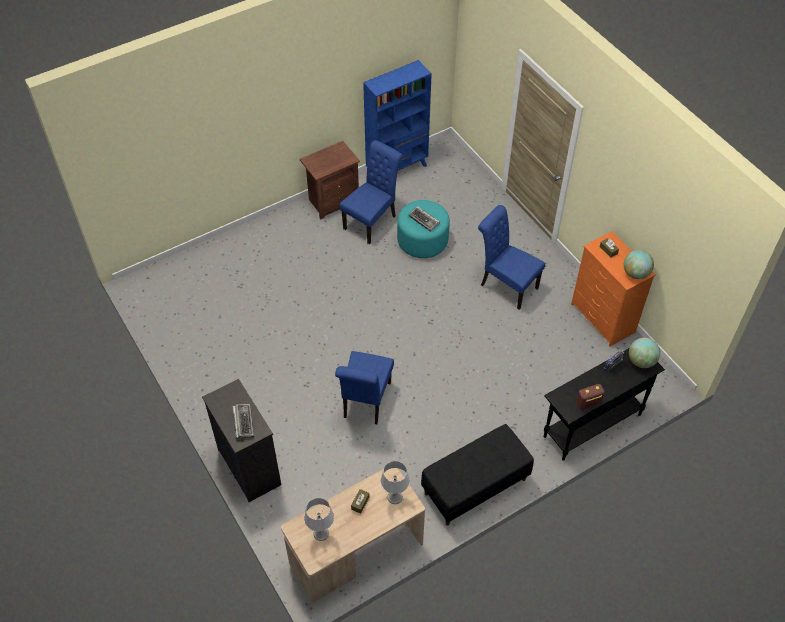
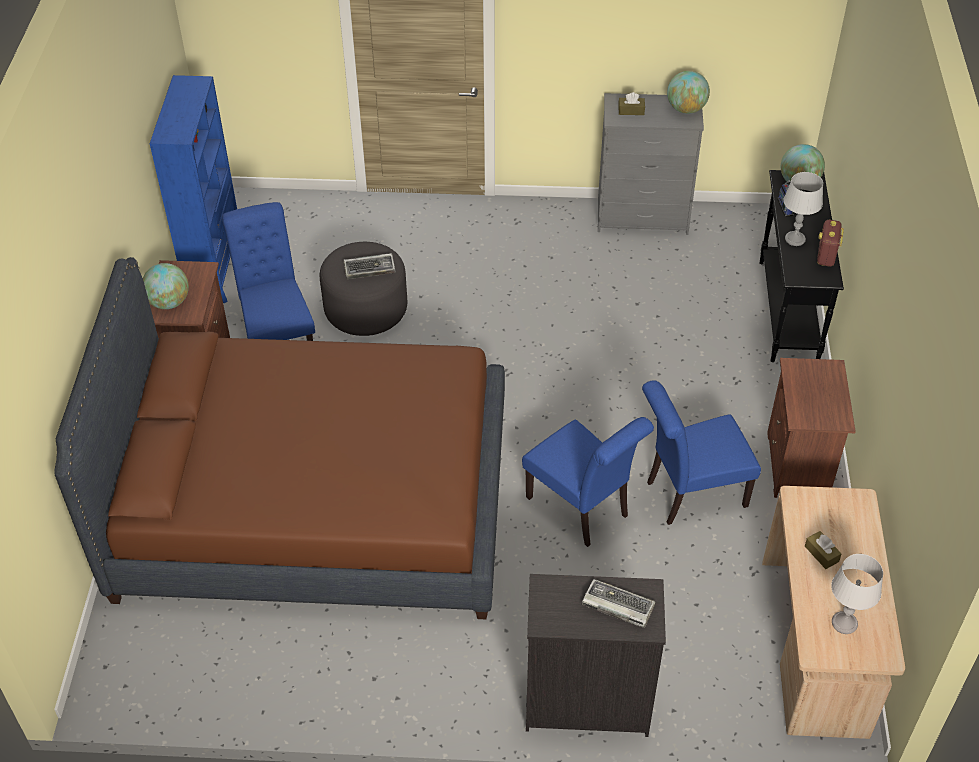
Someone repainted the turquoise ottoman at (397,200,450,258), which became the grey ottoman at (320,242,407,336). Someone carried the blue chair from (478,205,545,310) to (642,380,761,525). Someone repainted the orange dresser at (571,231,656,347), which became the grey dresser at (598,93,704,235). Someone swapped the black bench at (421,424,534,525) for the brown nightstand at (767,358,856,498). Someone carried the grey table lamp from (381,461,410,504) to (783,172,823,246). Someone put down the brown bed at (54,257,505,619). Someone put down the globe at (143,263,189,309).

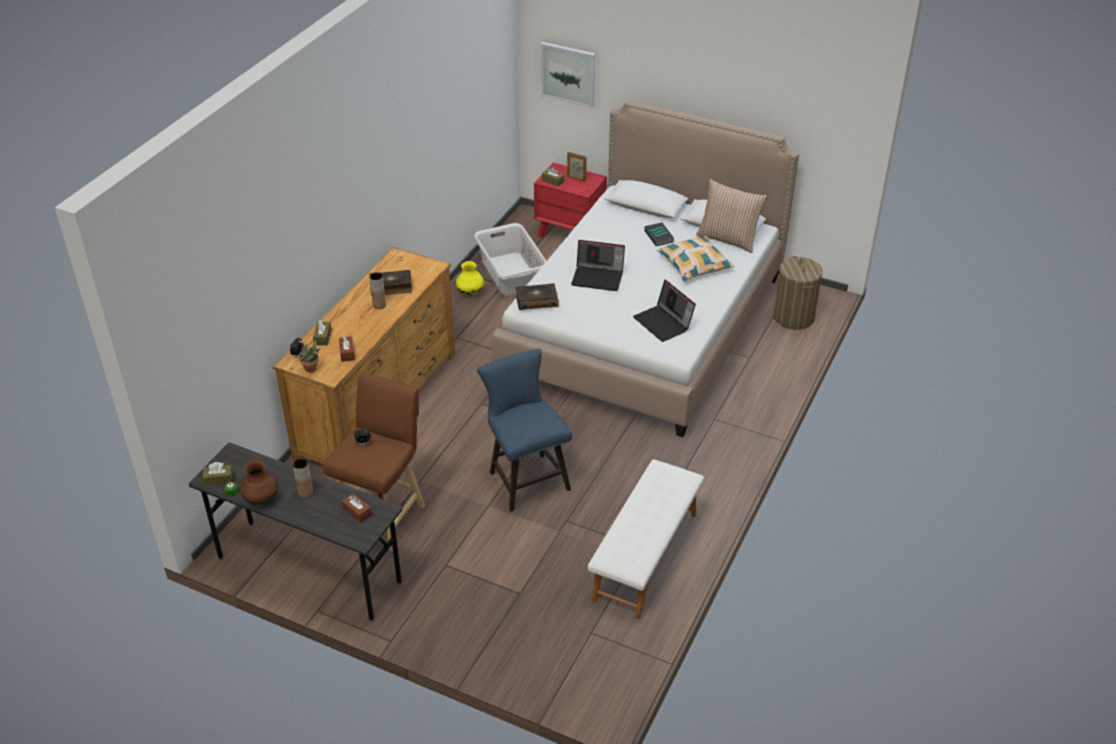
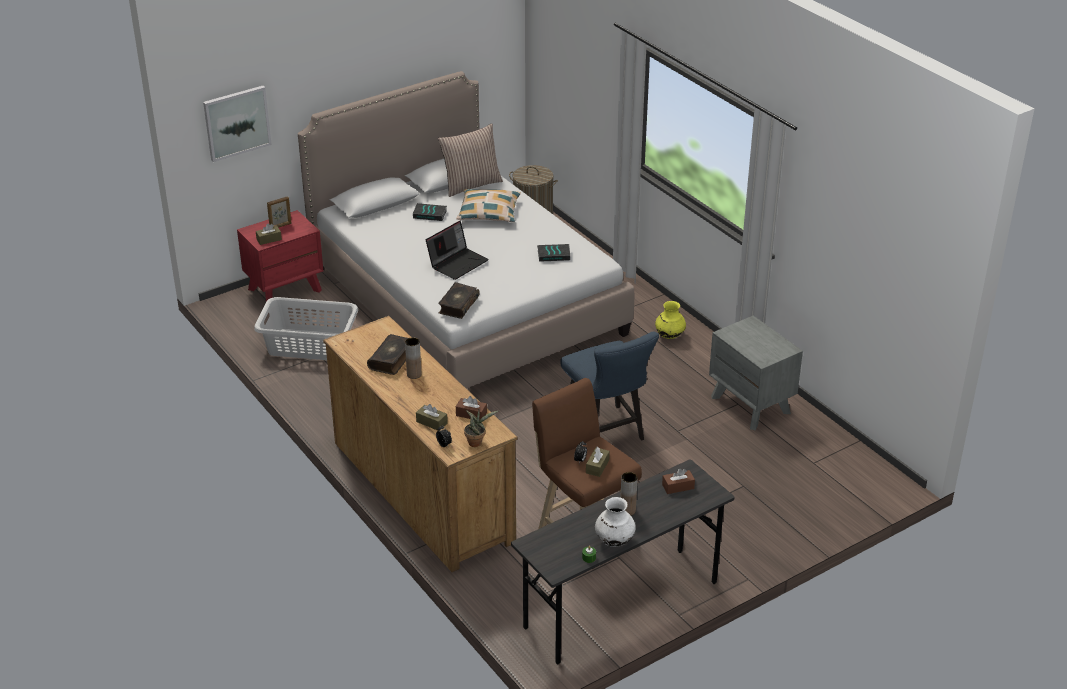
Someone carried the yellow vase from (456,261,484,295) to (655,301,686,339). Someone swapped the laptop at (633,280,696,342) for the book at (537,244,570,262). Someone rotated the blue chair at (477,349,572,512) by 120 degrees counterclockwise. Someone swapped the white bench at (588,459,704,619) for the grey nightstand at (709,316,803,431). Someone repainted the brown vase at (240,460,278,505), which became the white vase at (595,497,636,547). Someone carried the brown tissue box from (203,462,233,486) to (586,447,610,477).

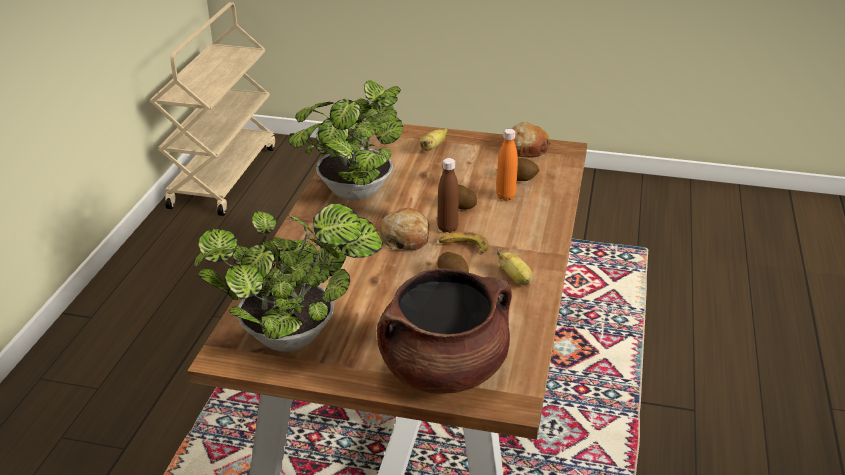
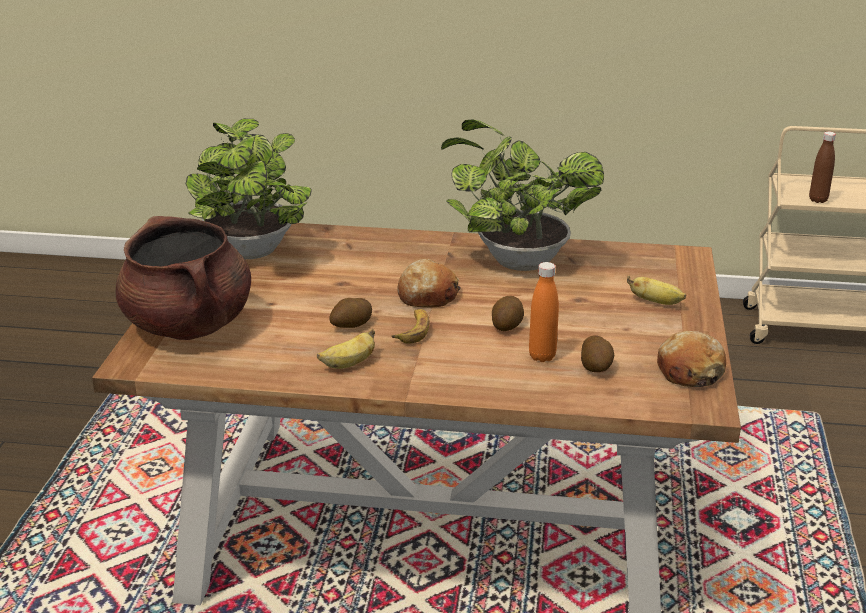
Someone carried the brown bottle from (437,158,459,233) to (809,131,836,203).

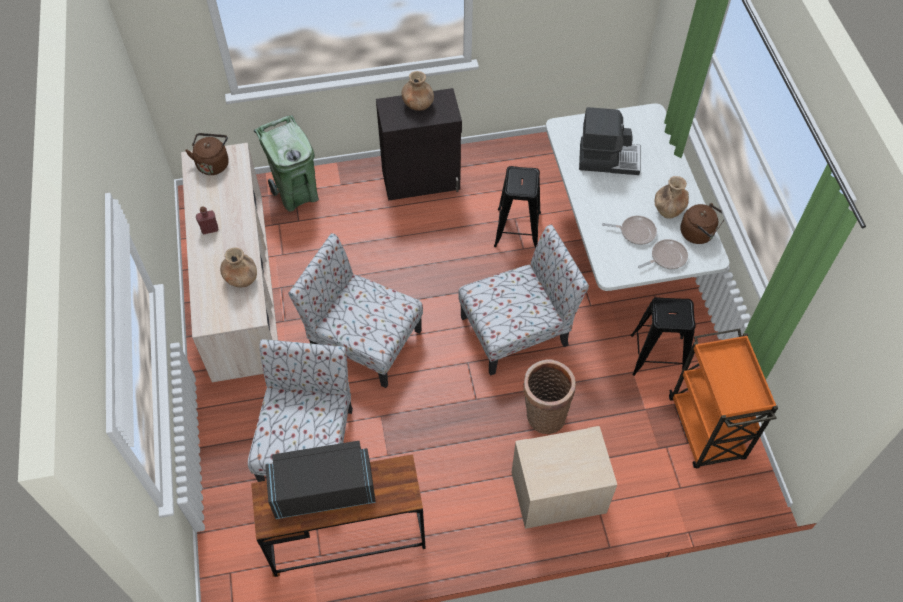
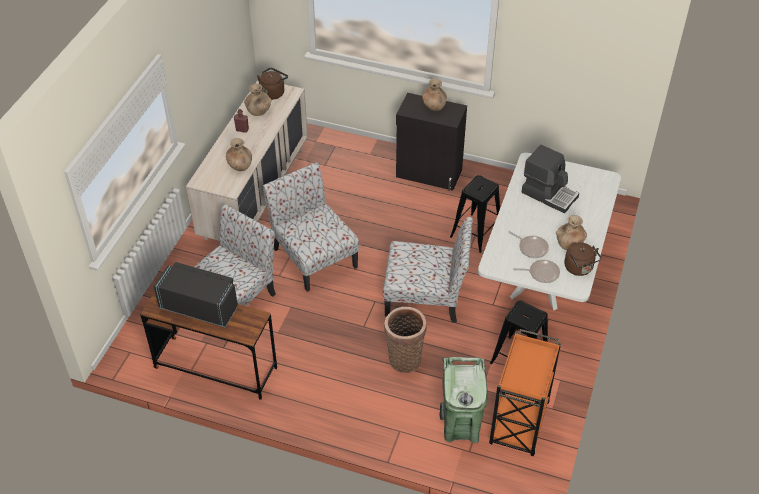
Someone carried the green trash can from (254,115,319,212) to (439,357,487,443). Someone took away the beige nightstand at (511,426,617,529). Someone put down the brown vase at (244,84,272,116).

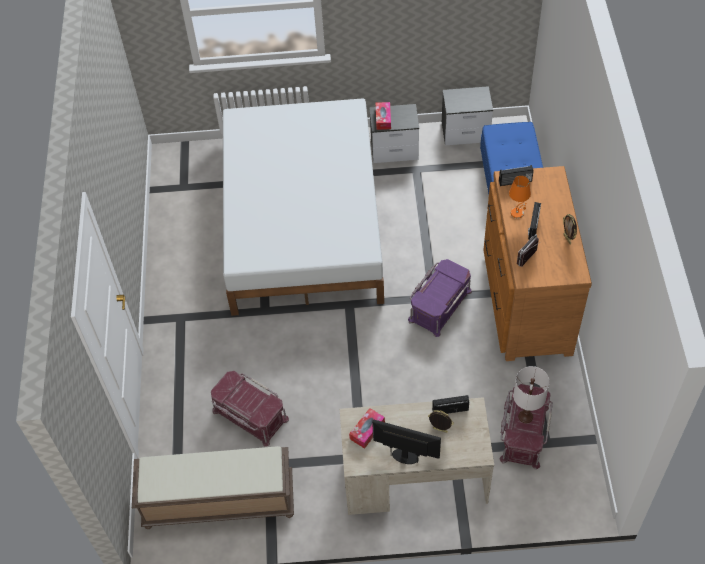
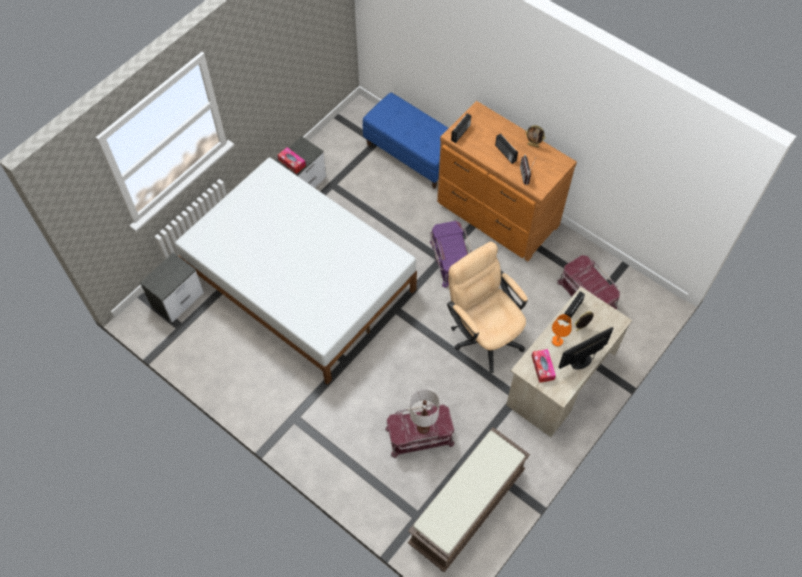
Someone carried the nightstand from (442,86,493,145) to (140,253,204,322). Someone carried the orange table lamp from (509,176,531,219) to (552,314,572,347). Someone carried the white table lamp from (513,366,550,423) to (410,389,440,434). Someone put down the beige office chair at (447,241,528,373).

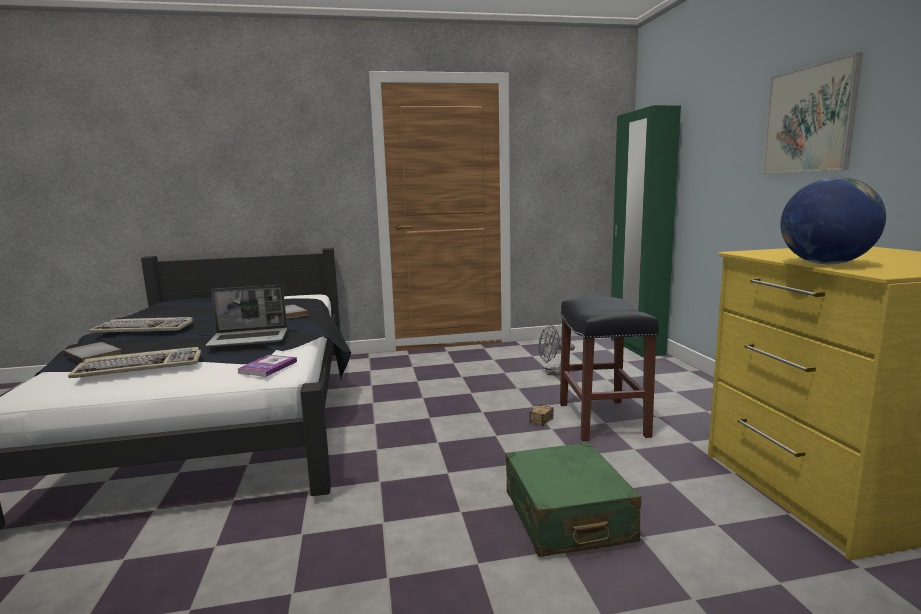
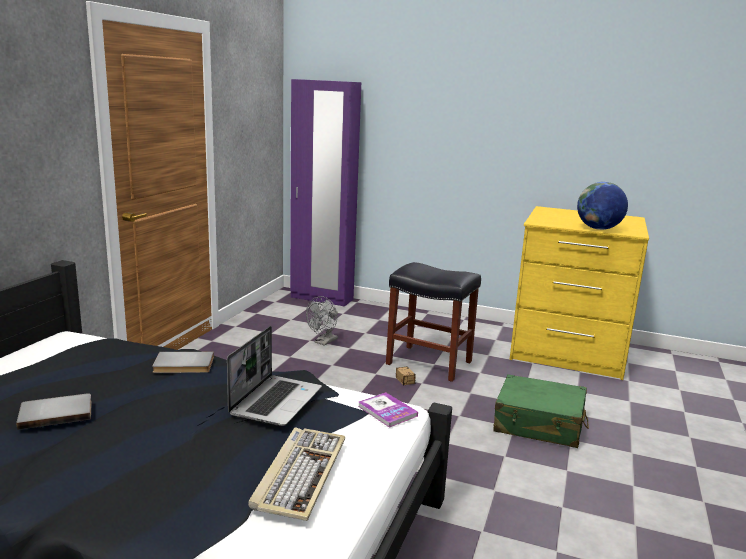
Someone took away the picture at (762,52,863,174). Someone repainted the green wardrobe at (611,105,681,357), which became the purple wardrobe at (290,79,361,307). Someone took away the keyboard at (88,317,193,333). Someone carried the grey book from (63,342,122,363) to (16,393,92,430).

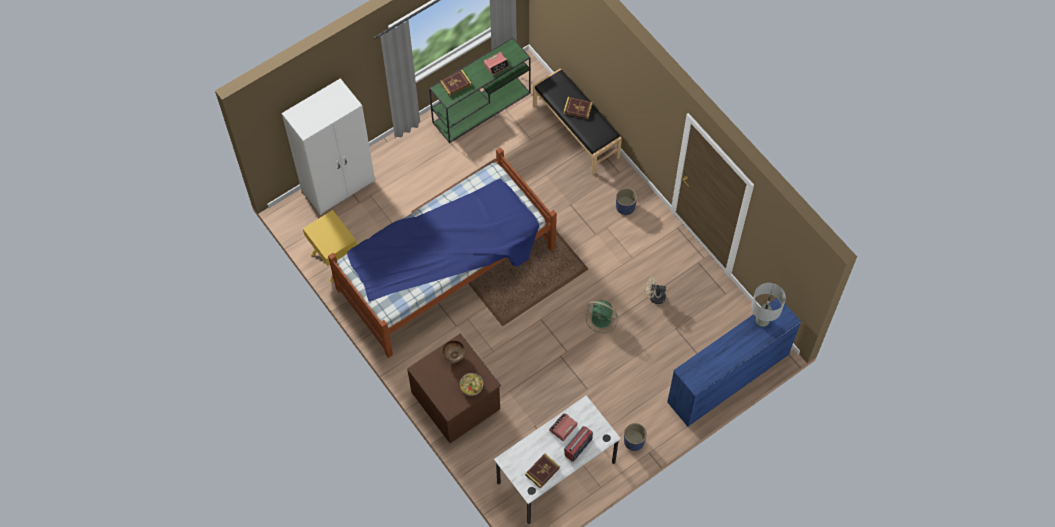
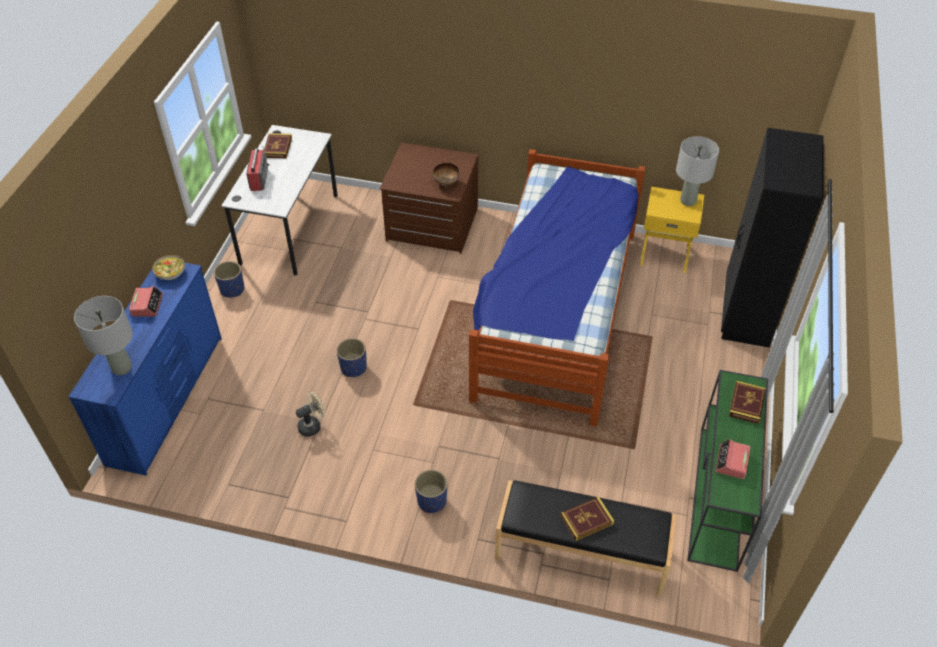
Someone repainted the white wardrobe at (282,78,375,215), which became the black wardrobe at (721,128,824,347). Someone swapped the green fan at (586,300,618,333) for the blue planter at (337,338,367,377). Someone carried the bowl from (460,373,483,395) to (152,255,185,280). Someone carried the alarm clock from (549,414,577,441) to (129,286,163,316). Someone put down the grey table lamp at (676,136,719,206).

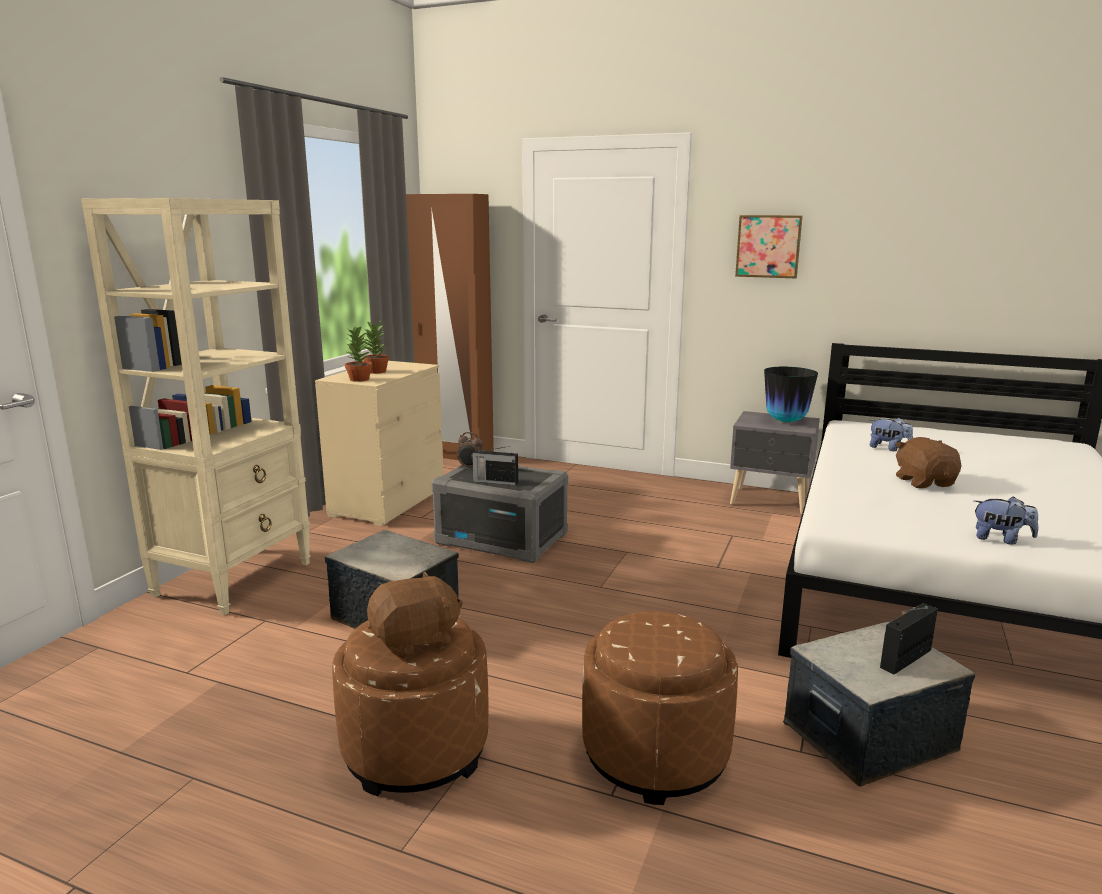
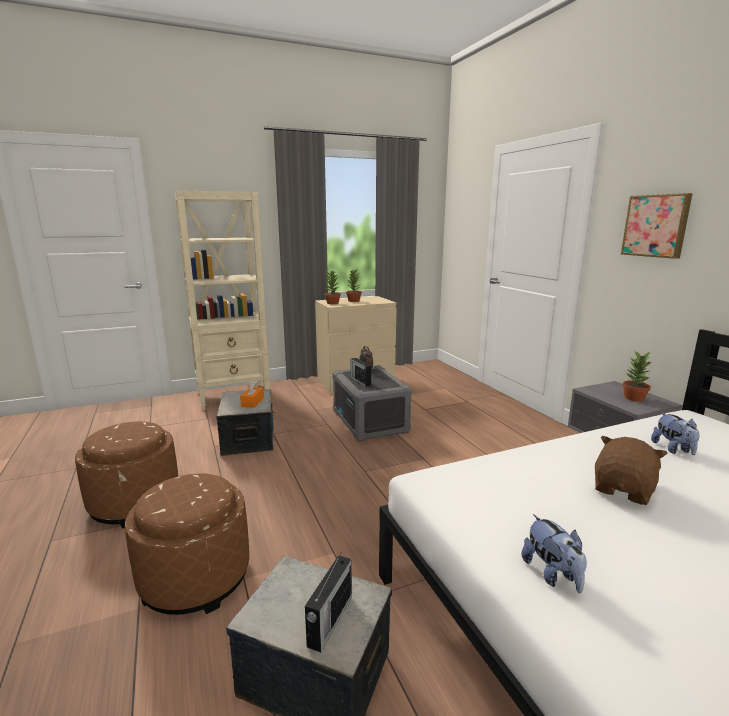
Someone took away the brown wardrobe at (406,194,494,460). Someone swapped the vase at (764,367,818,422) for the potted plant at (622,350,651,402). Someone took away the brown plush toy at (367,571,463,659). Someone rotated the radio at (880,603,938,675) by 105 degrees clockwise. Someone put down the orange tissue box at (240,381,264,408).

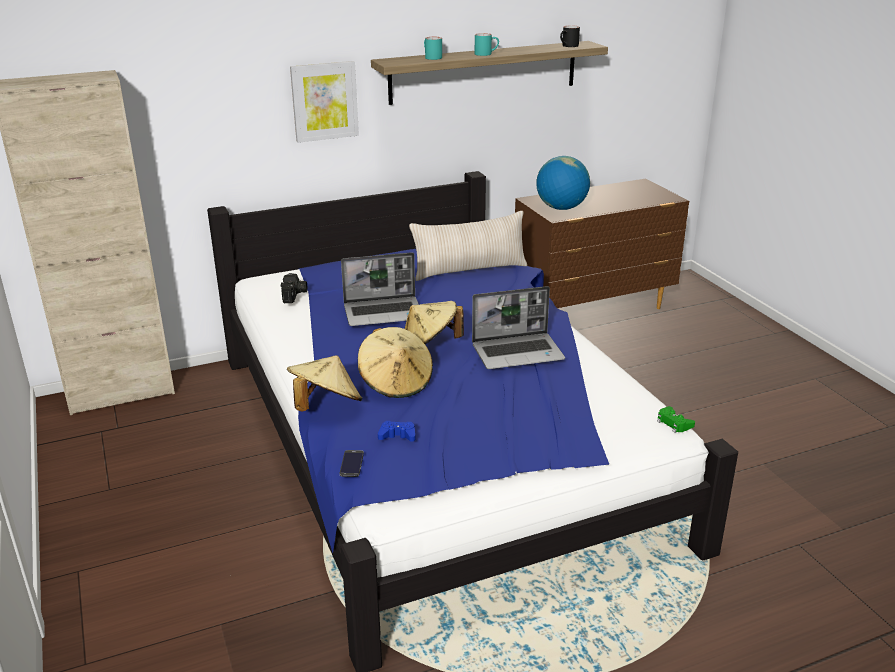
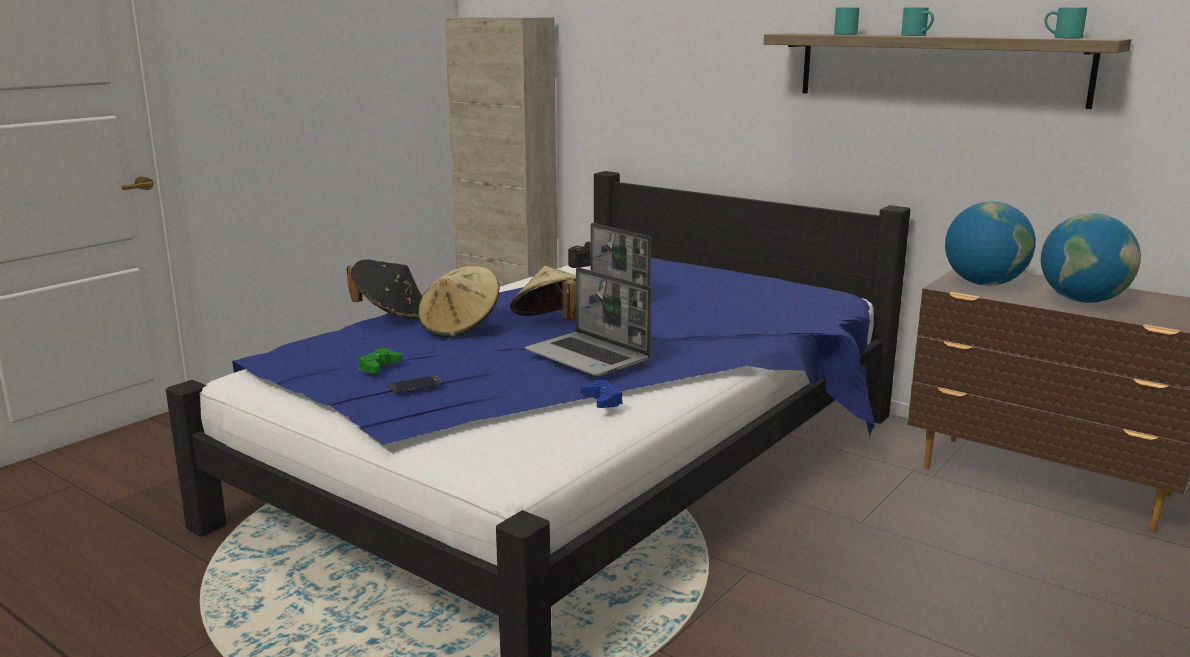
Someone repainted the black mug at (560,25,580,47), which became the turquoise mug at (1044,7,1087,38). Someone took away the picture at (290,61,359,143). Someone took away the beige pillow at (409,211,527,281). Someone repainted the beige hat at (287,355,362,411), which became the black hat at (347,259,422,320). Someone carried the green game controller from (657,406,695,433) to (358,348,402,373). Someone carried the blue game controller from (378,421,415,441) to (580,380,623,408). Someone carried the phone from (340,450,364,477) to (389,376,442,393). Someone put down the globe at (1041,213,1141,303).

